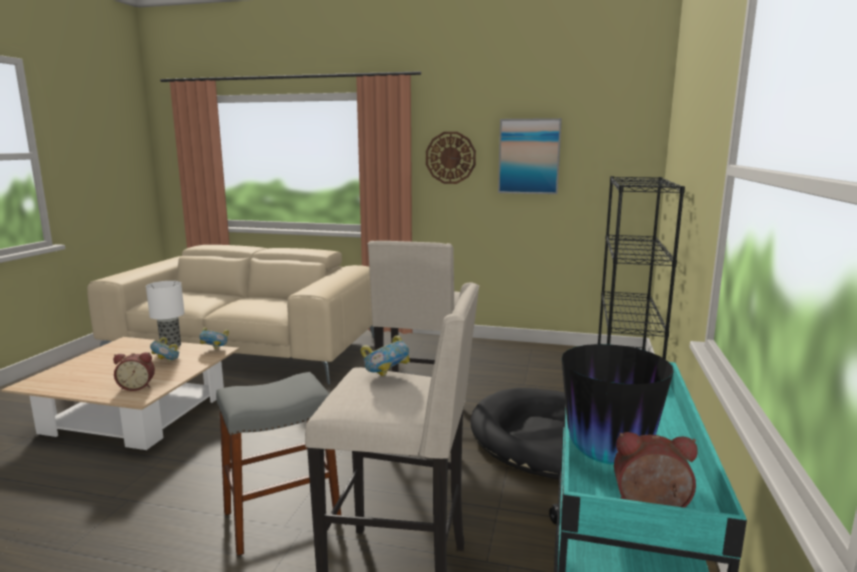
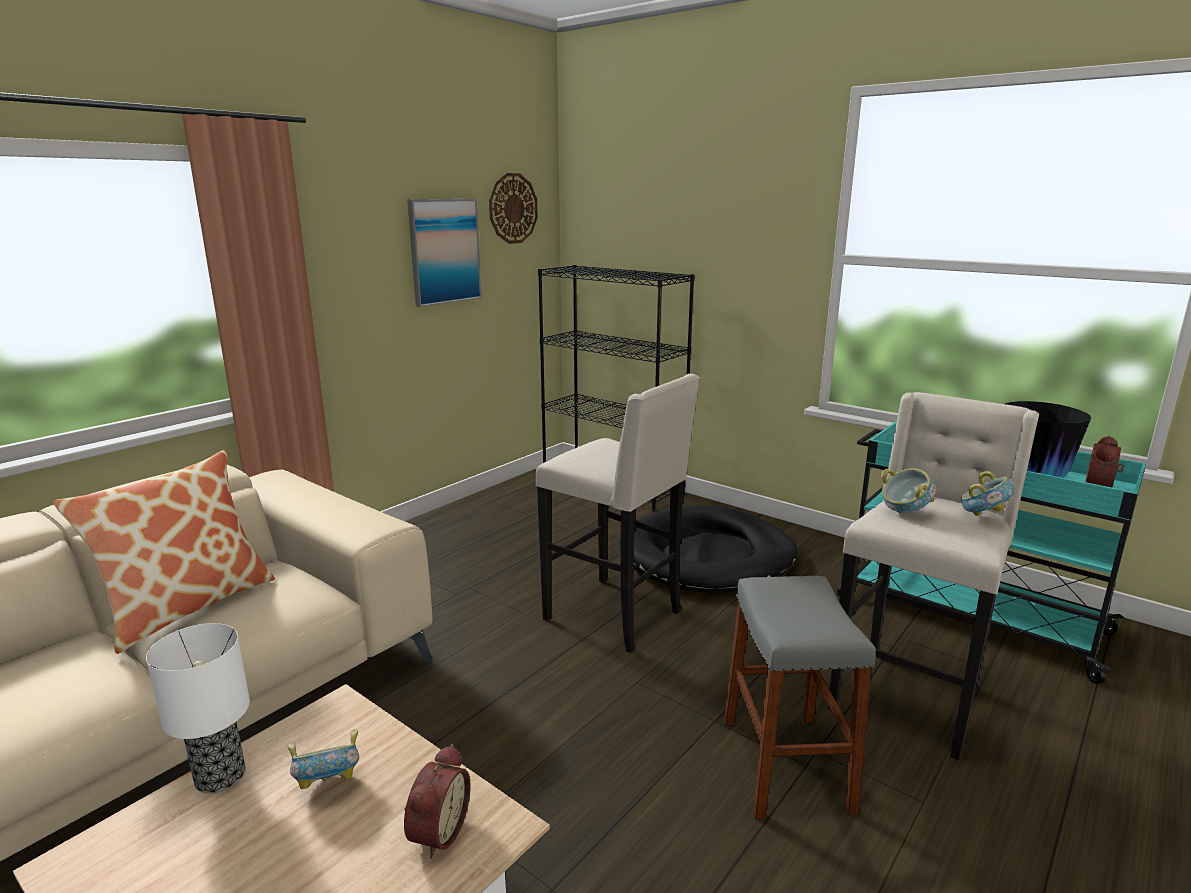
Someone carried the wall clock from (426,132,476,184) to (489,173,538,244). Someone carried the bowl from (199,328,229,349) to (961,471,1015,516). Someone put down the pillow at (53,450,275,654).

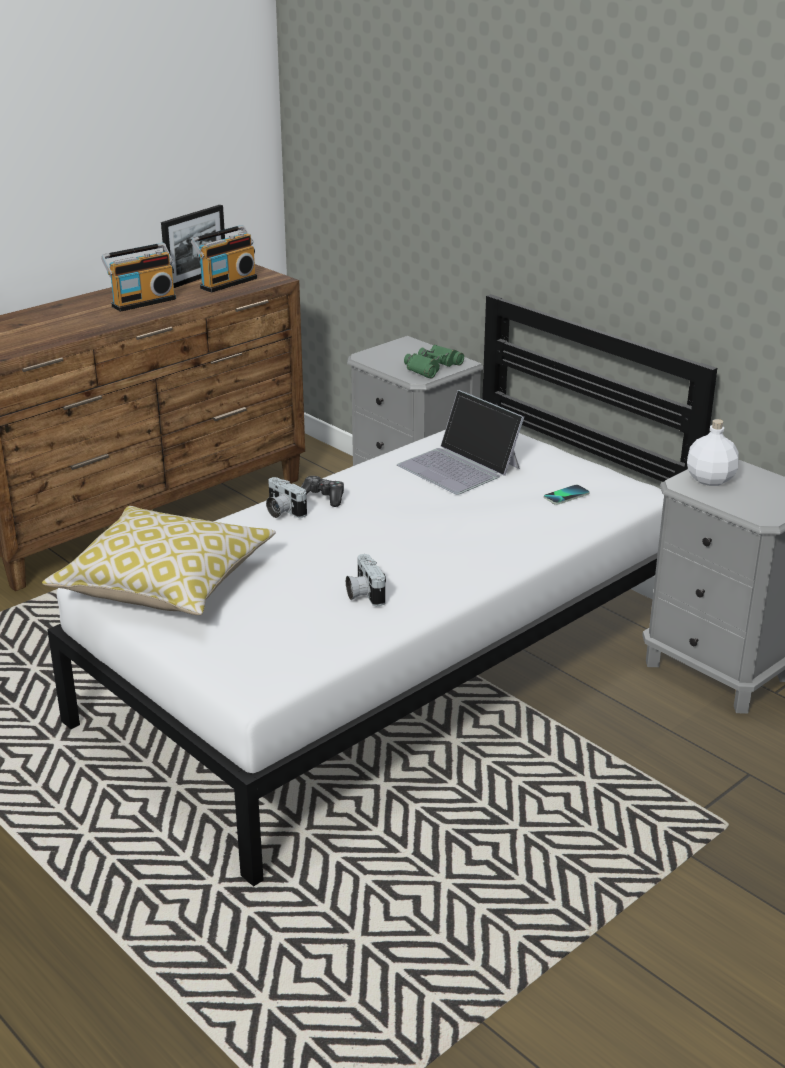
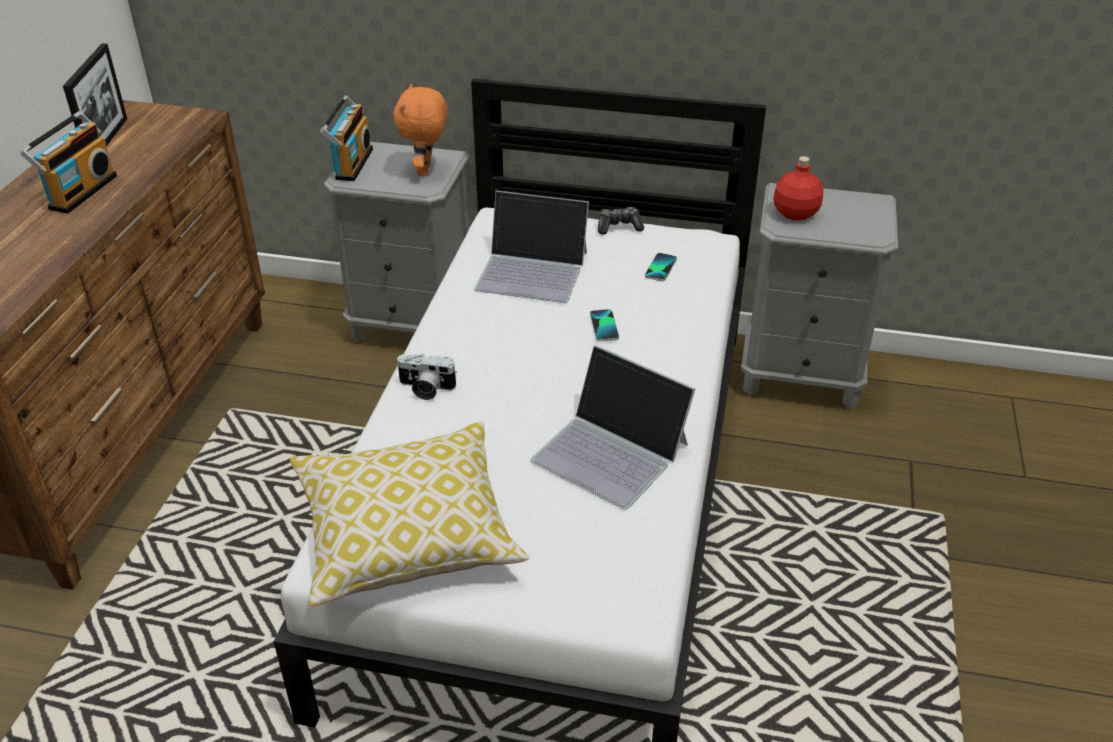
Someone carried the radio from (191,225,257,293) to (320,95,373,181). Someone swapped the green binoculars at (404,344,464,379) for the orange plush toy at (393,84,448,176). Someone repainted the white bottle at (687,419,738,486), which became the red bottle at (773,156,823,221). Someone carried the game controller from (301,476,344,507) to (598,207,644,235). Someone swapped the photo camera at (346,554,386,606) for the laptop at (530,345,695,509). Someone put down the phone at (590,309,619,341).

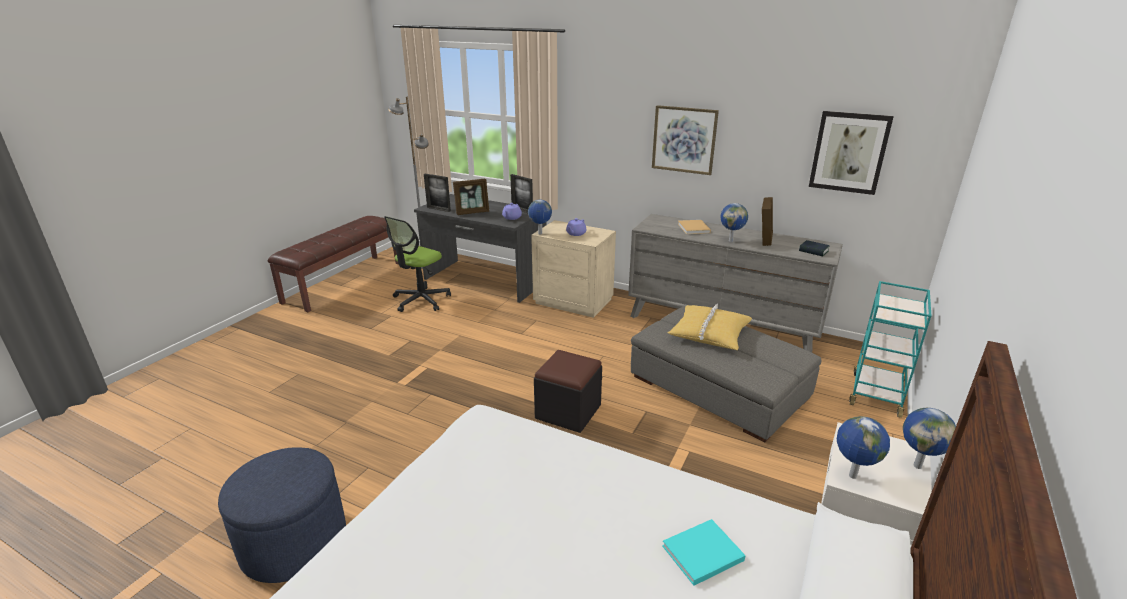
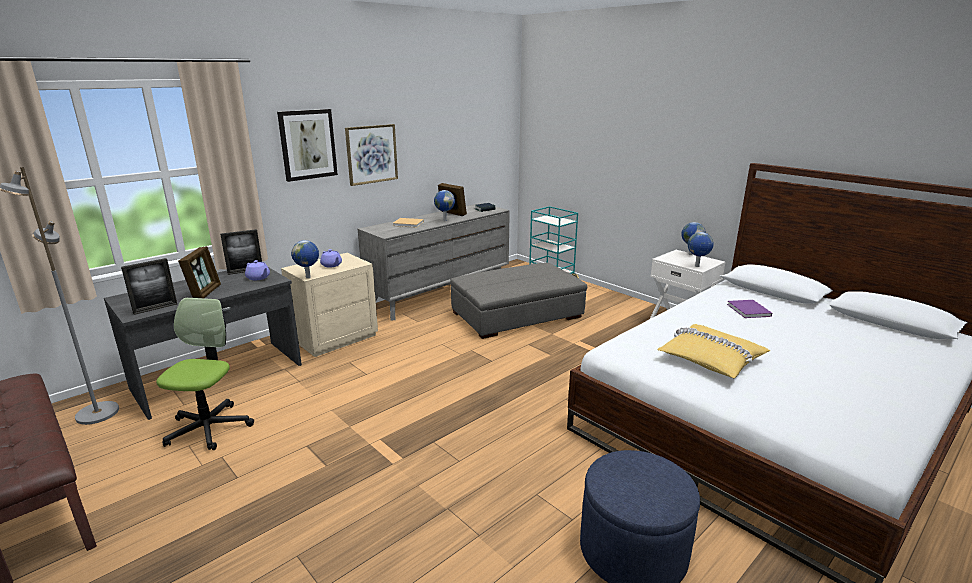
Someone carried the picture from (809,111,894,195) to (277,109,338,182). Someone rotated the office chair at (384,216,451,312) by 135 degrees counterclockwise. Someone carried the yellow pillow from (668,304,752,350) to (657,324,770,378). Someone took away the black ottoman at (534,350,602,433). Someone repainted the turquoise book at (662,519,746,586), which became the purple book at (727,300,772,318).

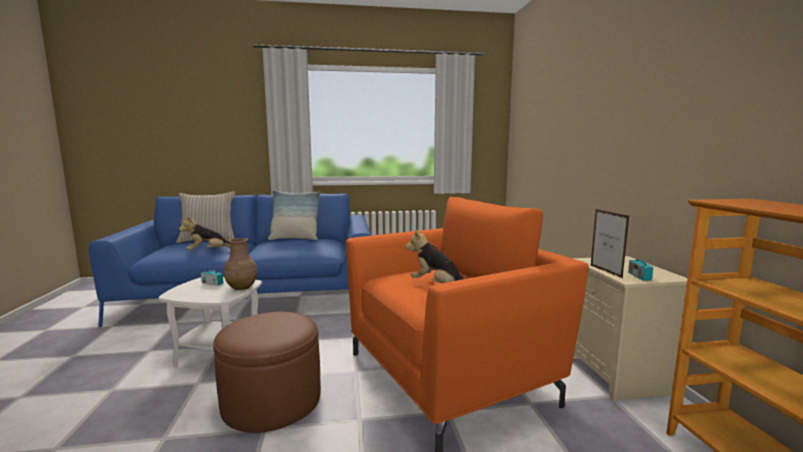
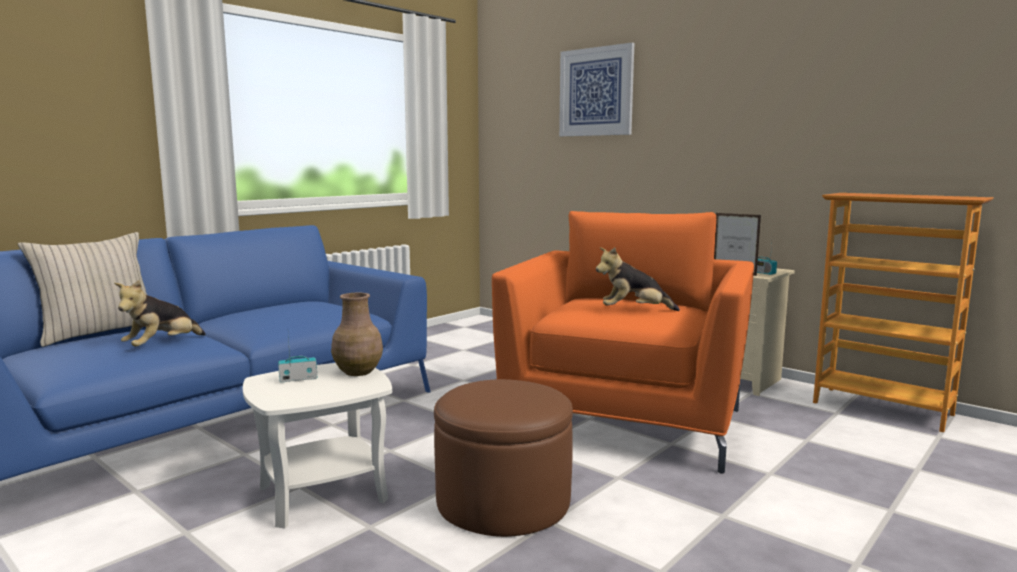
Someone took away the pillow at (268,190,321,240). Someone put up the picture at (559,43,634,136).

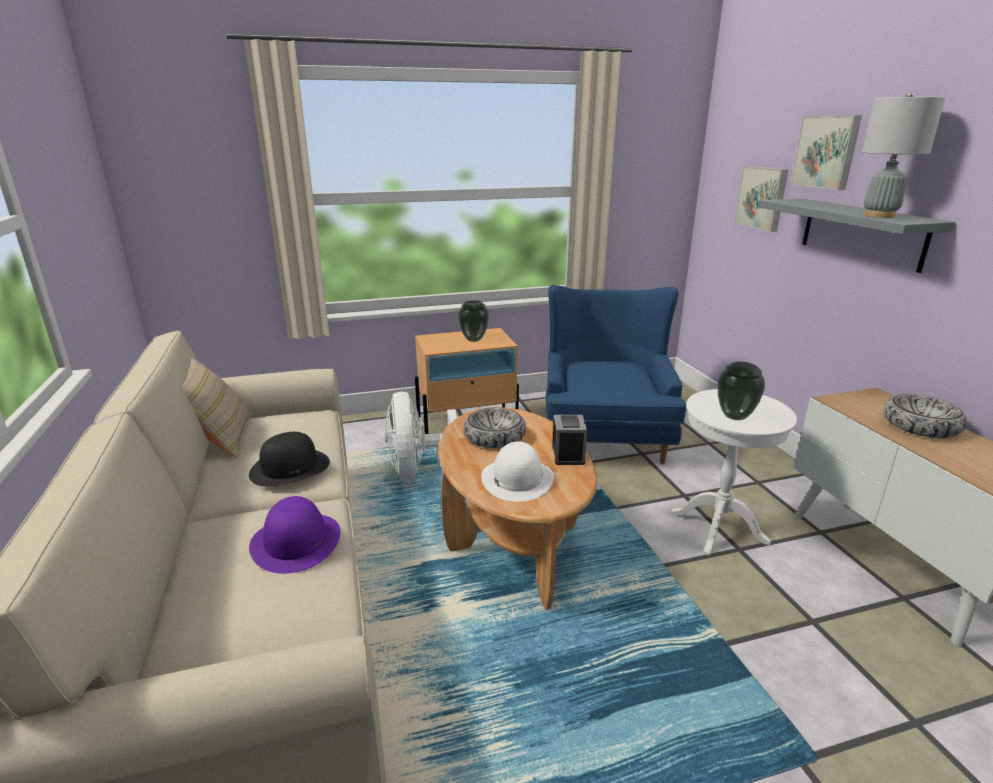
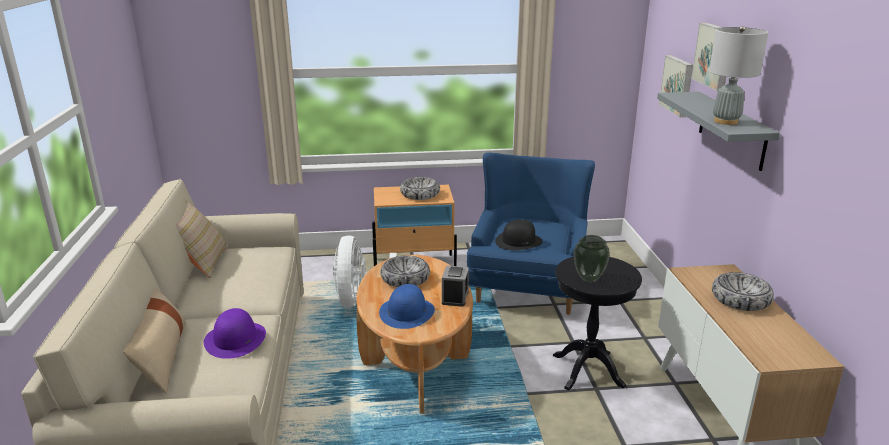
Someone swapped the vase at (458,301,489,342) for the bowl at (400,177,440,200). Someone repainted the white side table at (670,389,797,556), which became the black side table at (553,256,642,391). Someone carried the black hat from (249,432,330,487) to (495,219,543,250). Someone repainted the white hat at (481,441,554,502), which became the blue hat at (379,284,435,329). Someone put down the beige pillow at (123,287,186,394).

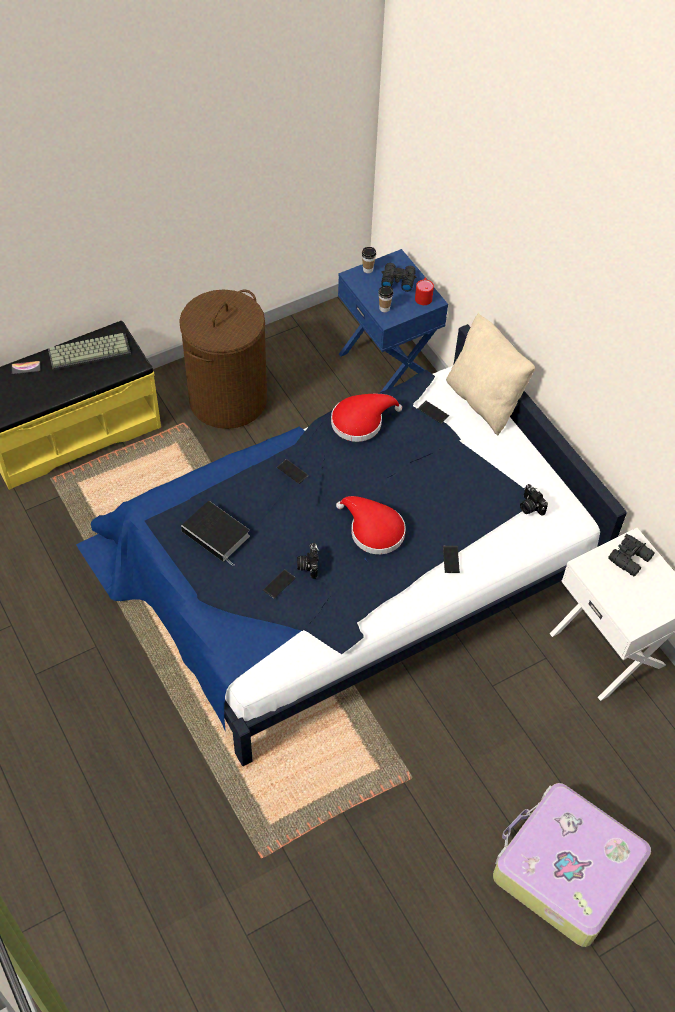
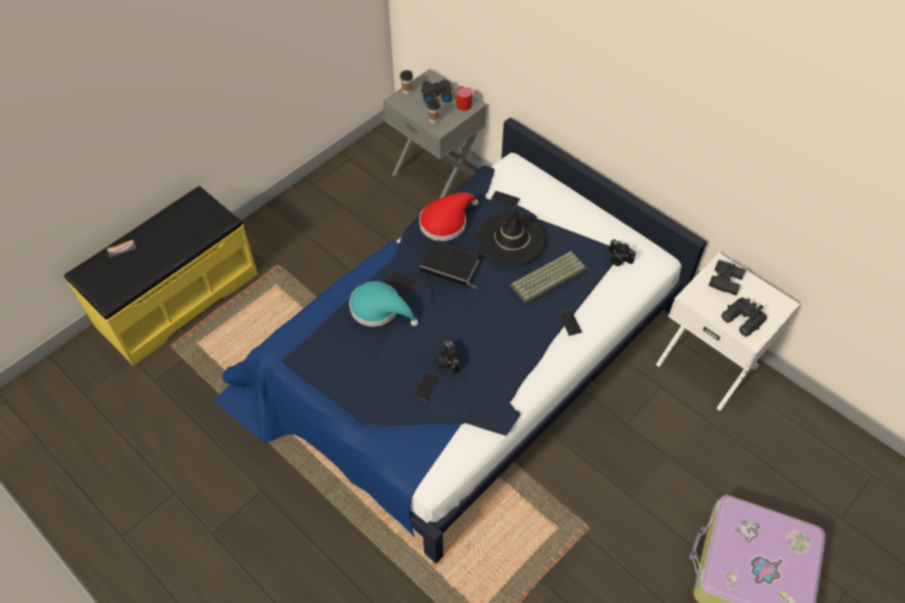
Someone repainted the blue nightstand at (338,249,448,392), which became the grey nightstand at (383,69,486,199). Someone took away the brown laundry basket at (179,289,267,429). Someone took away the beige pillow at (446,313,535,436). Someone carried the keyboard from (48,333,131,370) to (510,251,588,305). Someone took away the red hat at (336,496,406,554). Someone carried the book from (181,501,250,566) to (420,240,479,288). Someone put down the black hat at (477,209,547,266). Someone put down the turquoise hat at (349,281,418,327). Someone put down the black binoculars at (721,298,767,336).

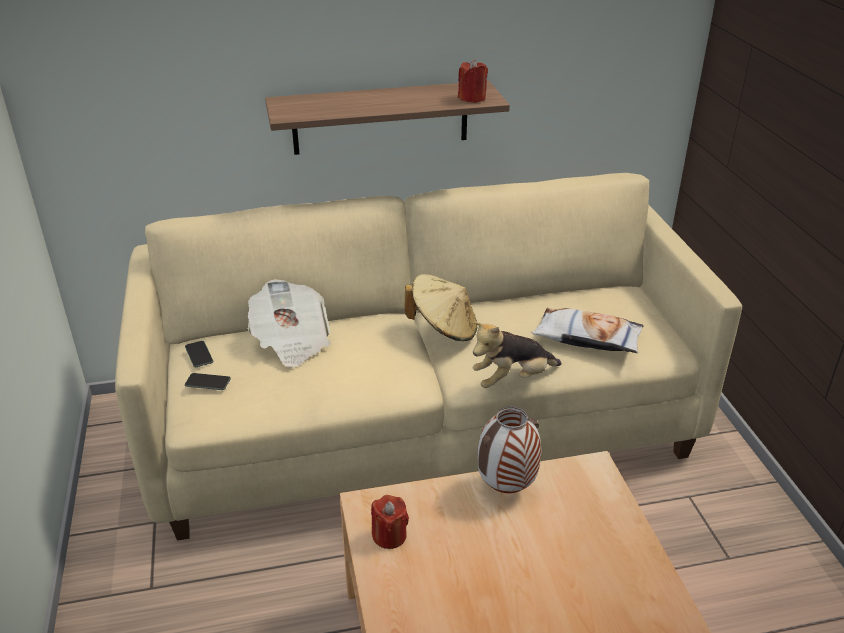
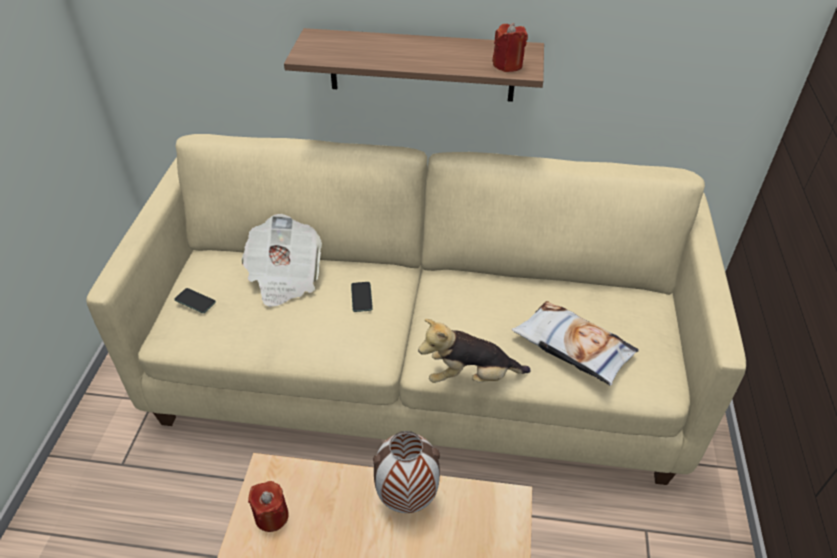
Someone took away the beige hat at (405,274,477,341). Someone carried the phone from (185,341,213,367) to (351,282,373,312).

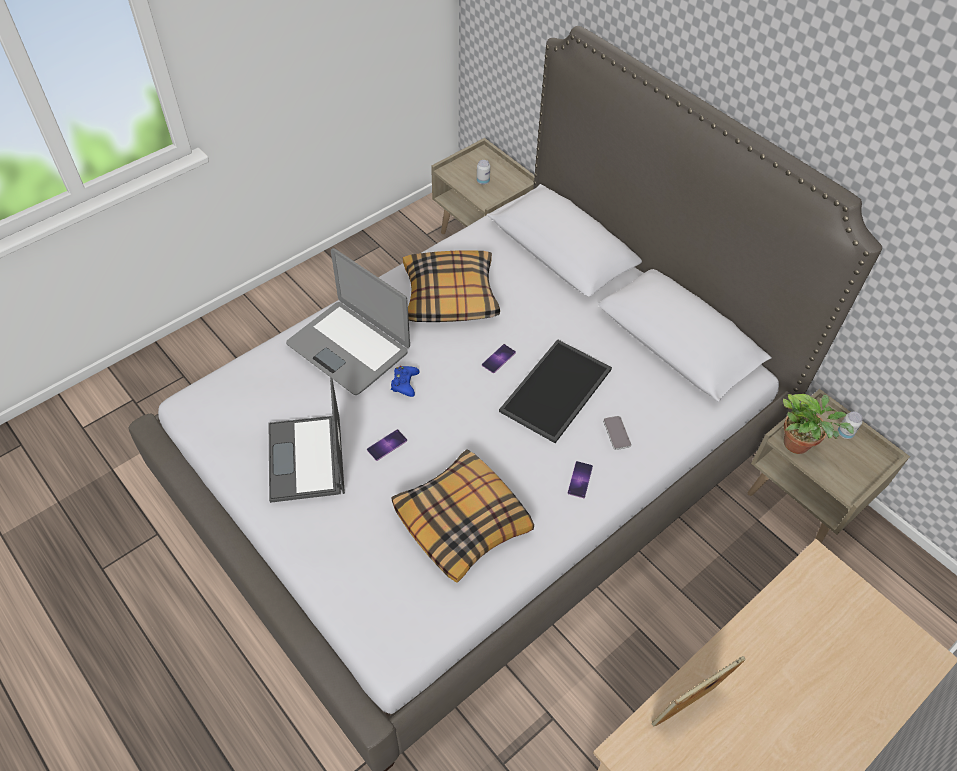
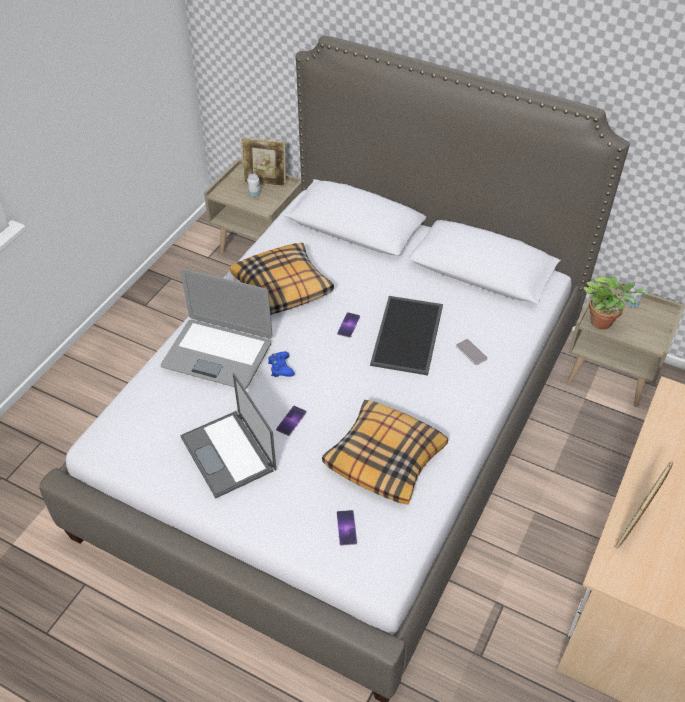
Someone carried the phone from (568,461,593,498) to (337,510,357,546). Someone put down the picture frame at (241,137,286,187).

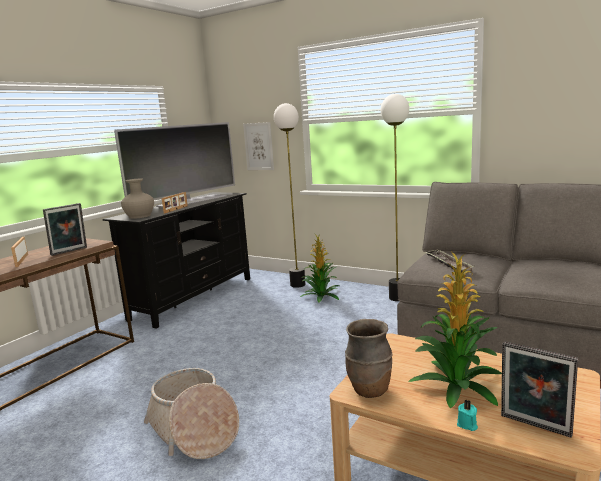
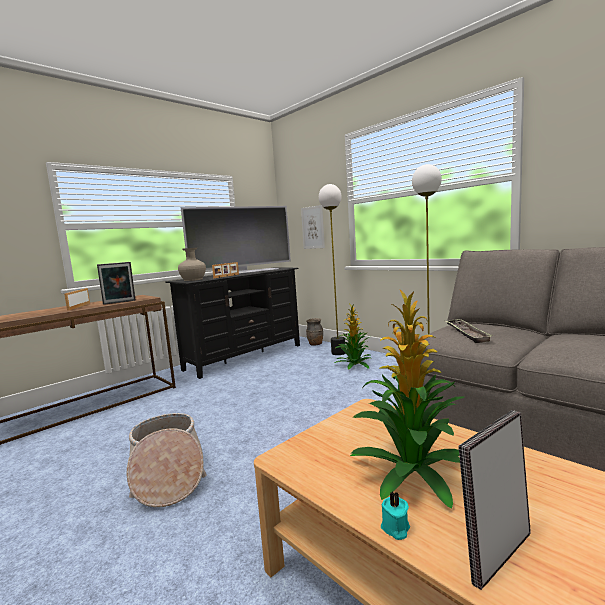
Someone carried the brown vase from (345,319,393,398) to (306,318,323,346). Someone rotated the picture frame at (501,341,578,438) by 90 degrees clockwise.

